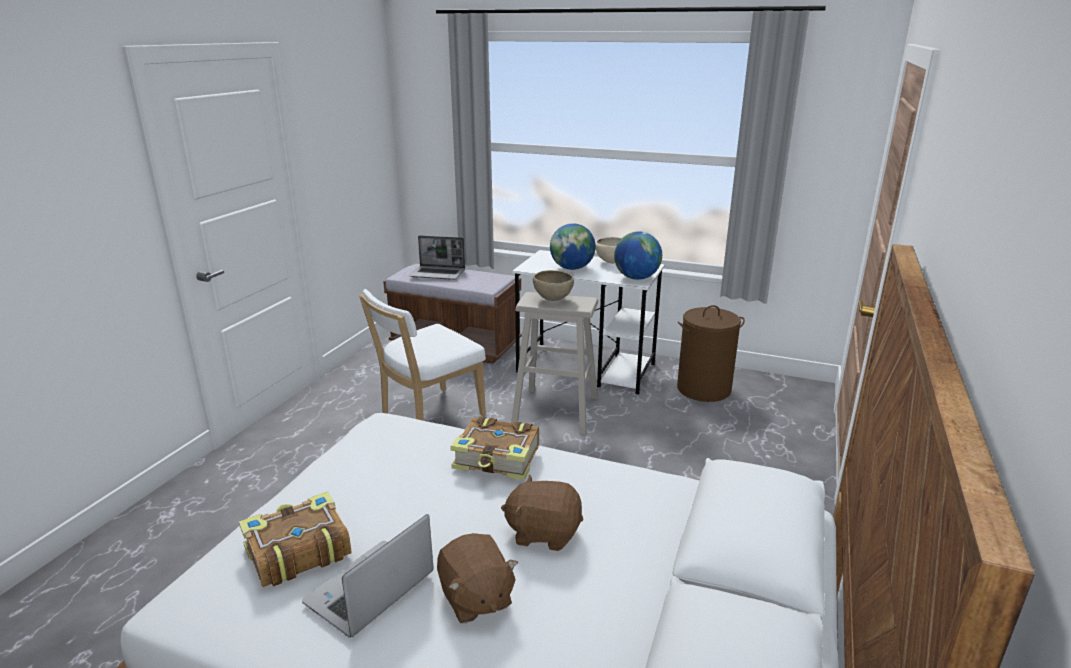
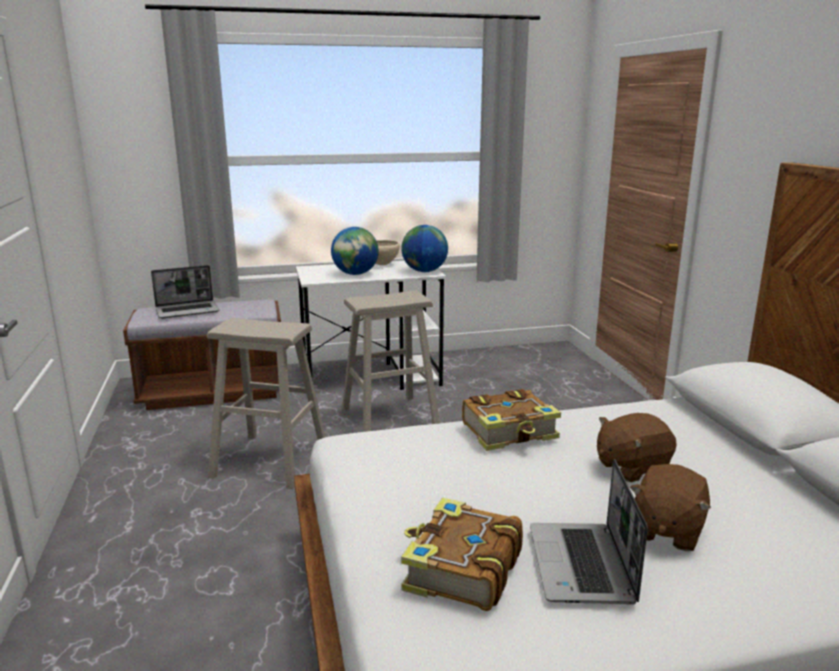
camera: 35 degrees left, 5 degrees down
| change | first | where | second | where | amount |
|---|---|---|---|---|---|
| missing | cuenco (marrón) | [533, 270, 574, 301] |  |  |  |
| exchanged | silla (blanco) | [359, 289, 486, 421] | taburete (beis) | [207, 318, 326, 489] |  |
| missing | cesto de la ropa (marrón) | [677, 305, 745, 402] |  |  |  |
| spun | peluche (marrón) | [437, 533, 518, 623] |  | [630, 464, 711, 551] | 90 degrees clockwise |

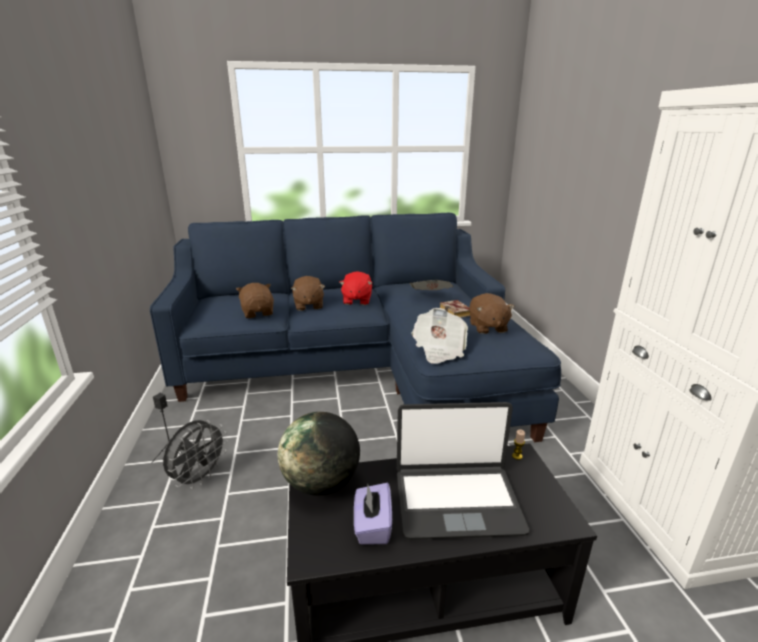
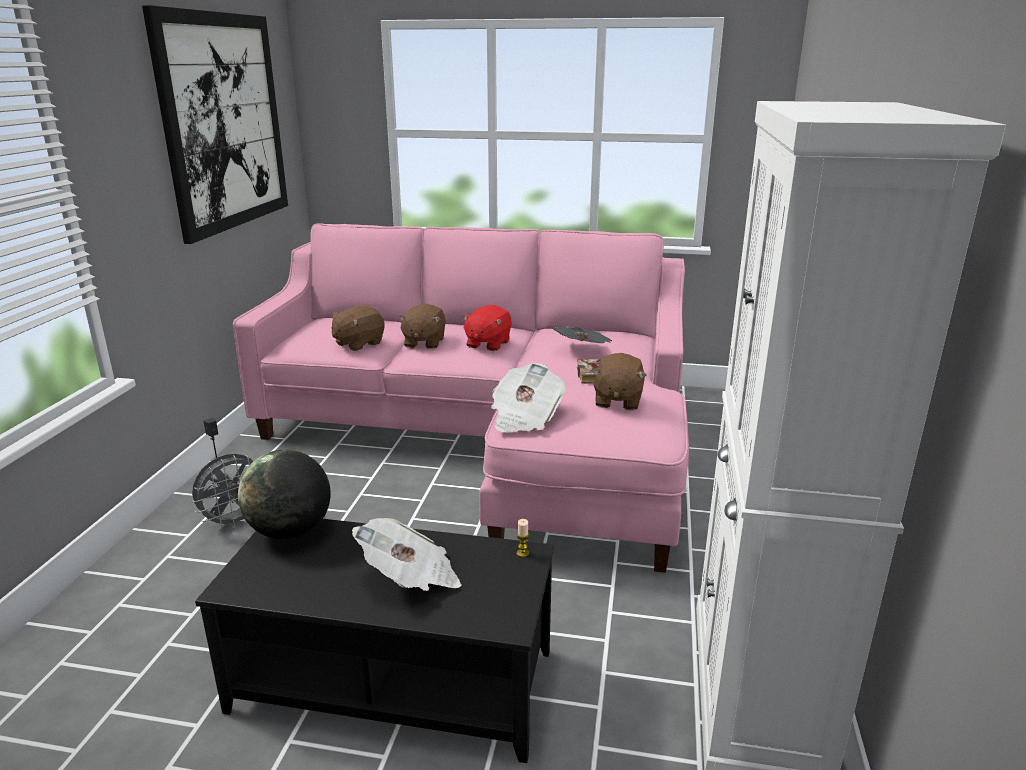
camera: 20 degrees right, 0 degrees up
| change | first | where | second | where | amount |
|---|---|---|---|---|---|
| colour | sofá (azul) | [150, 213, 561, 442] | sofá (rosa) | [233, 223, 689, 573] |  |
| spun | peluche (marrón) | [236, 283, 274, 318] |  | [331, 305, 385, 351] | 135 degrees counterclockwise |
| exchanged | portátil | [397, 402, 529, 540] | periódico | [352, 518, 462, 591] |  |
| missing | caja de pañuelos (morado) | [354, 483, 392, 545] |  |  |  |
| appeared |  |  | cuadro | [142, 5, 288, 244] |  |

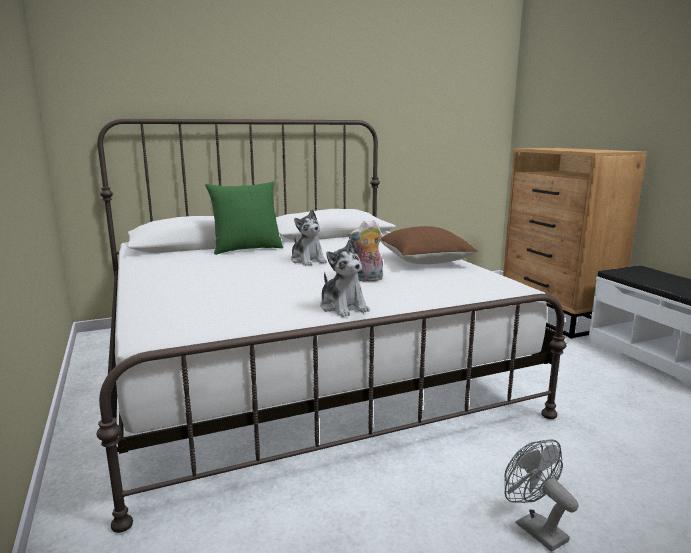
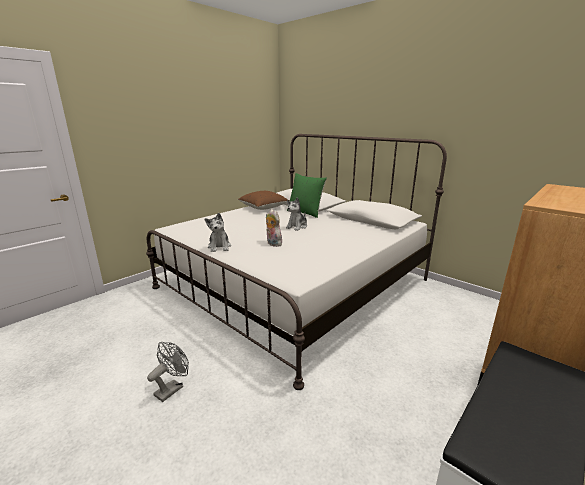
camera: 65 degrees right, 5 degrees up
| change | first | where | second | where | amount |
|---|---|---|---|---|---|
| relocated | cojín (marrón) | [380, 226, 478, 264] |  | [238, 191, 288, 210] |  |
| spun | peluche | [320, 239, 370, 317] |  | [205, 213, 231, 252] | 45 degrees counterclockwise |

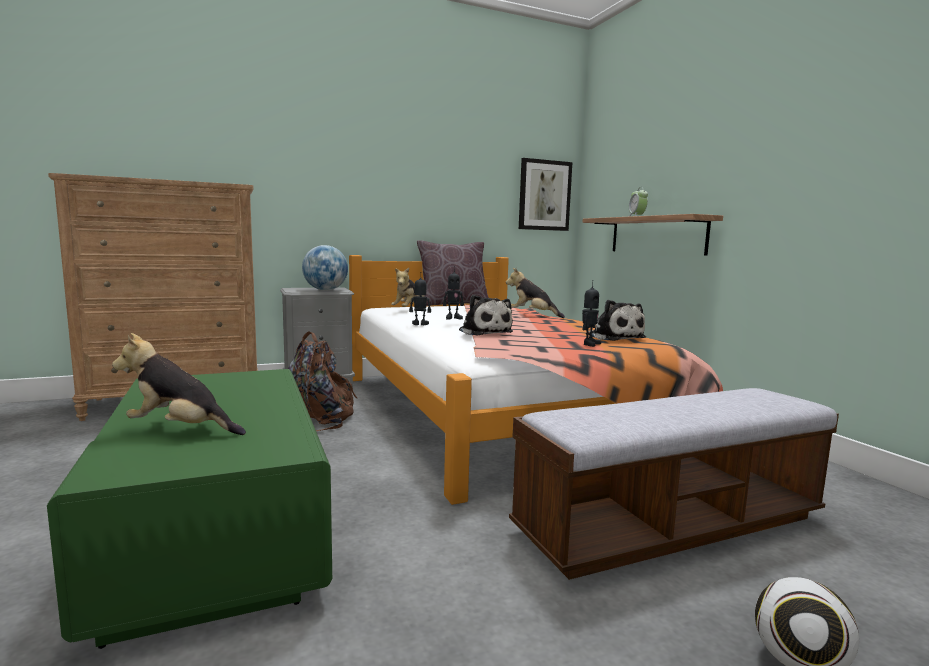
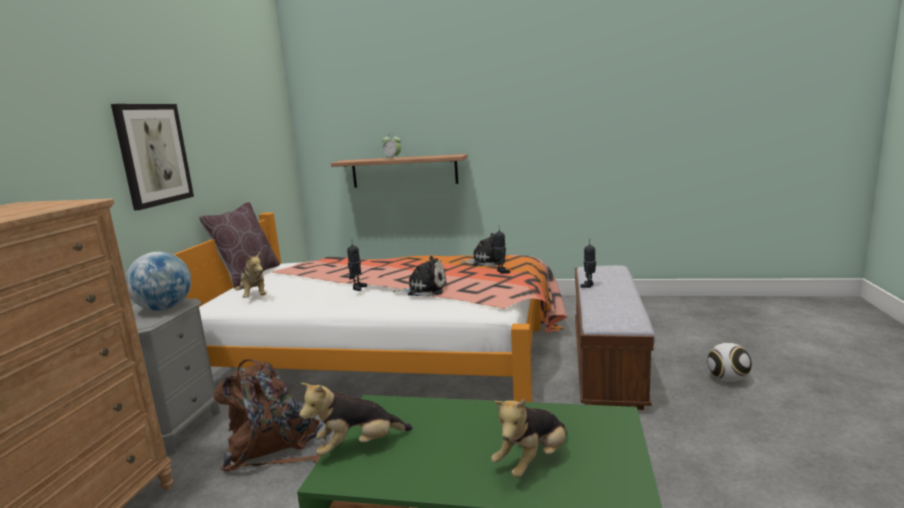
camera: 55 degrees left, 5 degrees up
| change | first | where | second | where | amount |
|---|---|---|---|---|---|
| relocated | cuadro | [519, 158, 572, 231] |  | [111, 104, 194, 210] |  |
| relocated | peluche | [506, 268, 565, 318] |  | [299, 383, 413, 456] |  |
| relocated | robot de juguete | [409, 272, 431, 325] |  | [580, 239, 596, 288] |  |

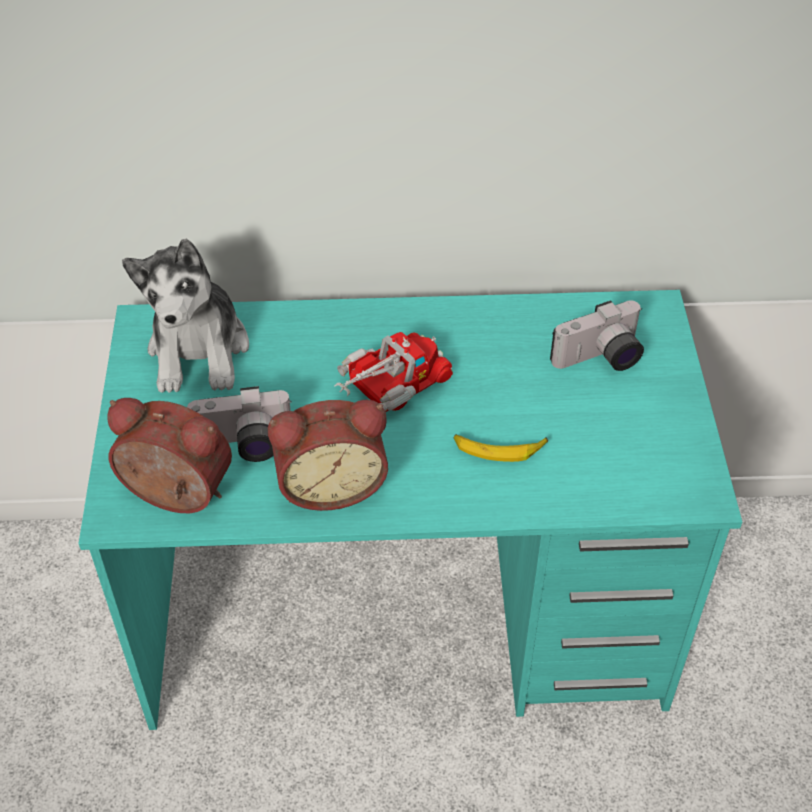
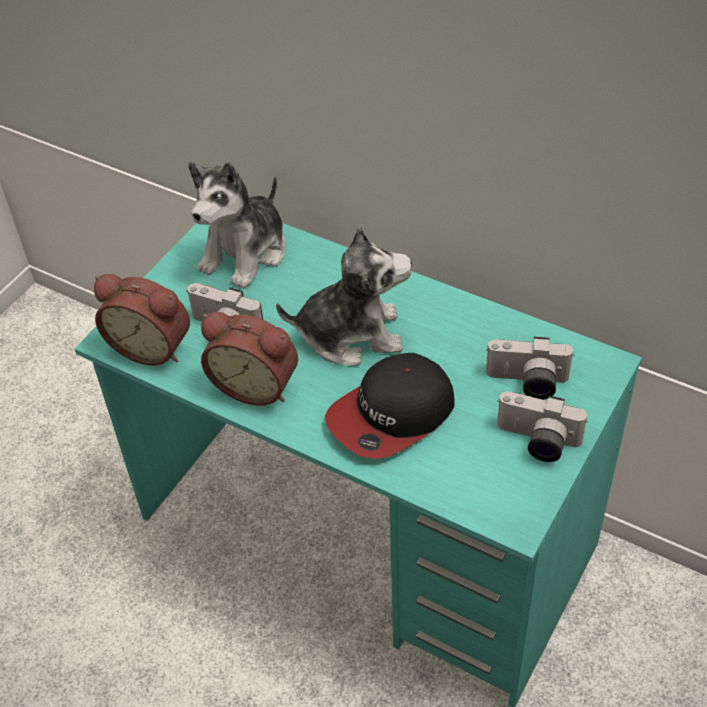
camera: 35 degrees right, 0 degrees up
| change | first | where | second | where | amount |
|---|---|---|---|---|---|
| exchanged | camión de juguete | [334, 332, 453, 412] | peluche | [276, 226, 412, 366] |  |
| spun | despertador | [108, 398, 232, 513] |  | [94, 274, 190, 366] | 150 degrees clockwise |
| exchanged | plátano | [454, 434, 548, 462] | gorra | [325, 353, 455, 459] |  |
| appeared |  |  | cámara | [497, 391, 588, 462] |  |

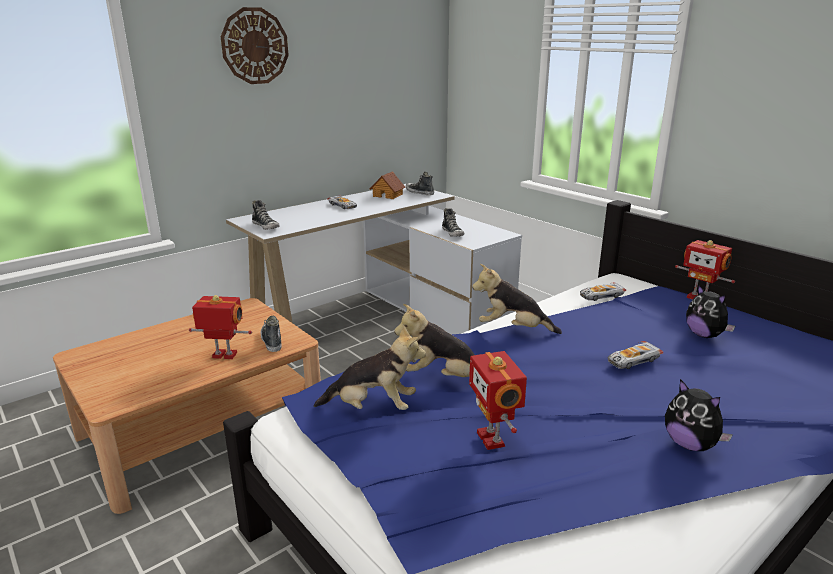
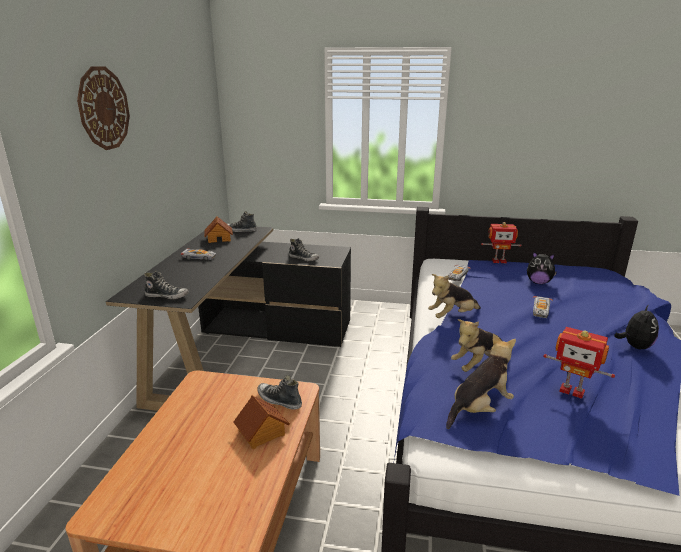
camera: 40 degrees left, 0 degrees up
| change | first | where | second | where | amount |
|---|---|---|---|---|---|
| colour | escritorio (blanco) | [226, 184, 522, 334] | escritorio (negro) | [106, 227, 351, 411] |  |
| exchanged | robot de juguete | [189, 295, 252, 359] | casita | [234, 395, 290, 449] |  |
| spun | peluche | [665, 379, 733, 451] |  | [614, 304, 659, 349] | 75 degrees counterclockwise |

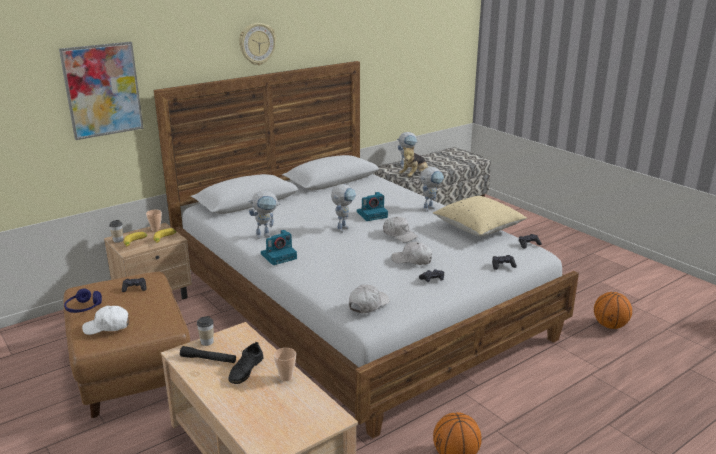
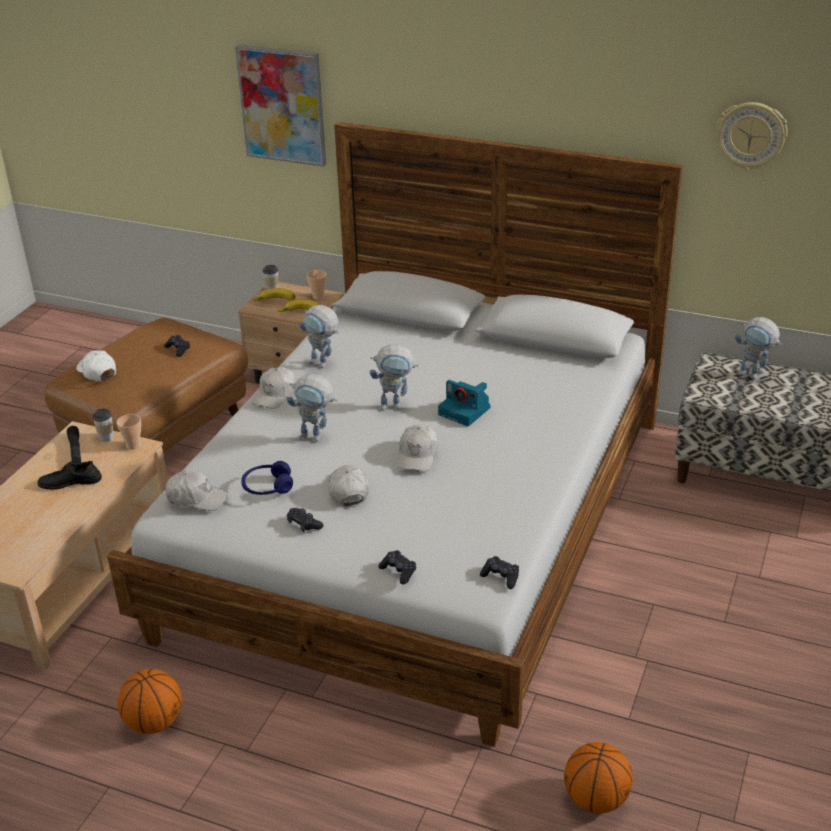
camera: 60 degrees right, 10 degrees up
| change | first | where | second | where | amount |
|---|---|---|---|---|---|
| relocated | reloj de pared | [239, 23, 276, 66] |  | [716, 102, 788, 170] |  |
| missing | peluche | [399, 147, 428, 177] |  |  |  |
| relocated | robot de juguete | [420, 167, 444, 212] |  | [287, 374, 337, 442] |  |
| missing | cojín (beis) | [433, 196, 527, 236] |  |  |  |
| exchanged | cámara | [261, 230, 297, 265] | gorra (blanco) | [251, 367, 296, 409] |  |
| relocated | auriculares (azul) | [64, 289, 102, 313] |  | [241, 461, 293, 495] |  |
| relocated | taza | [274, 348, 296, 381] |  | [117, 414, 141, 450] |  |

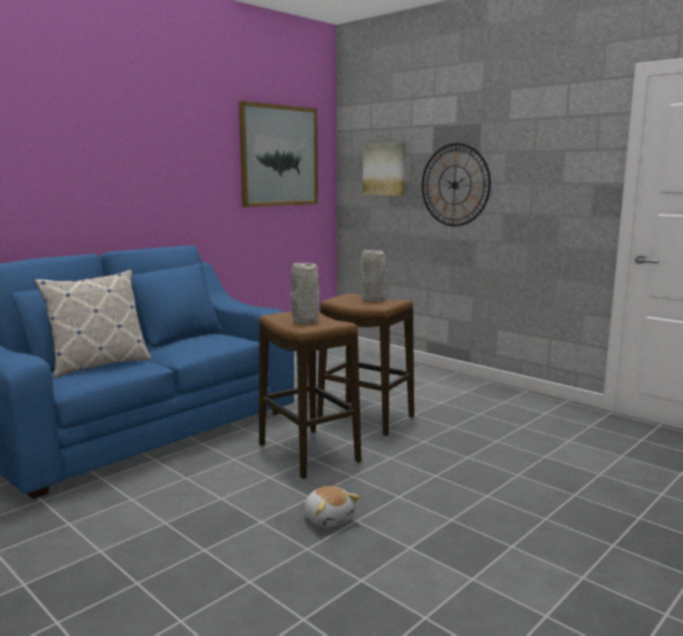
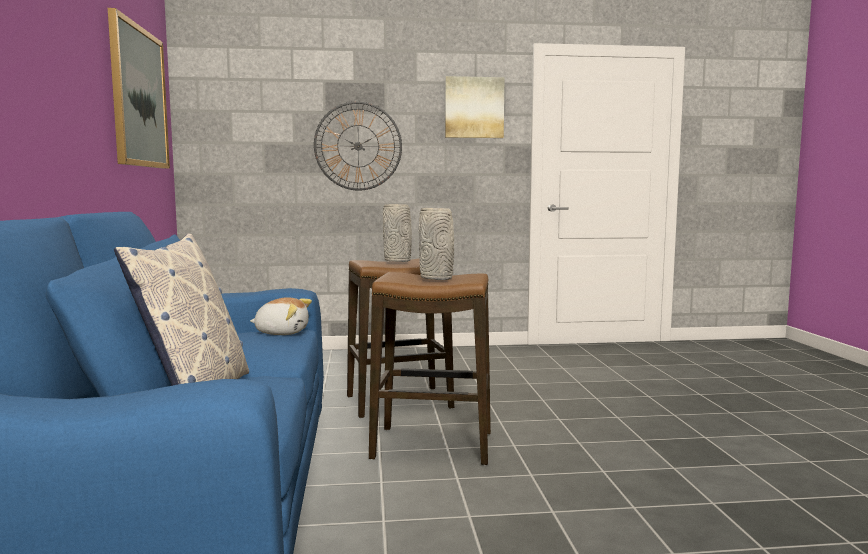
camera: 50 degrees left, 5 degrees down
| change | first | where | second | where | amount |
|---|---|---|---|---|---|
| relocated | cuadro | [363, 142, 405, 196] |  | [445, 76, 505, 138] |  |
| relocated | peluche | [304, 486, 360, 528] |  | [250, 297, 312, 335] |  |

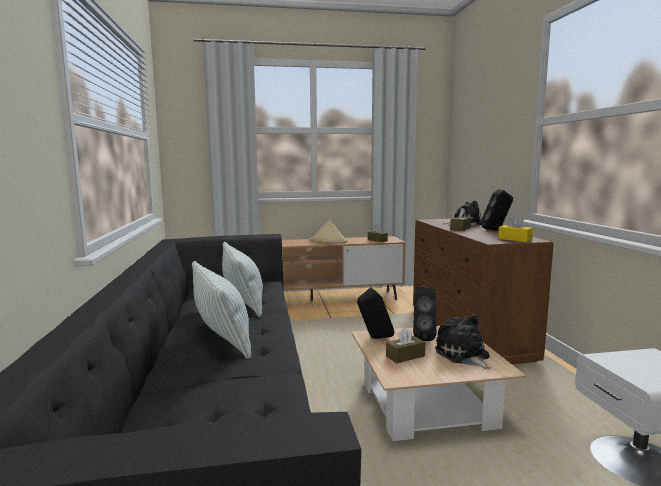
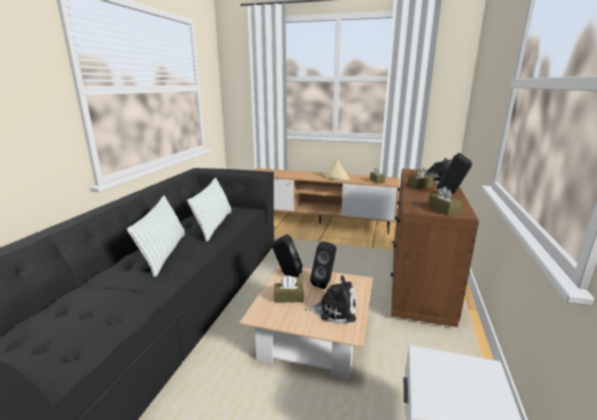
camera: 25 degrees right, 10 degrees up
| change | first | where | second | where | amount |
|---|---|---|---|---|---|
| colour | caja de pañuelos (amarillo) | [498, 215, 533, 242] | caja de pañuelos (marrón) | [428, 187, 462, 215] |  |
| spun | peluche | [435, 314, 491, 369] |  | [305, 275, 357, 324] | 90 degrees clockwise |

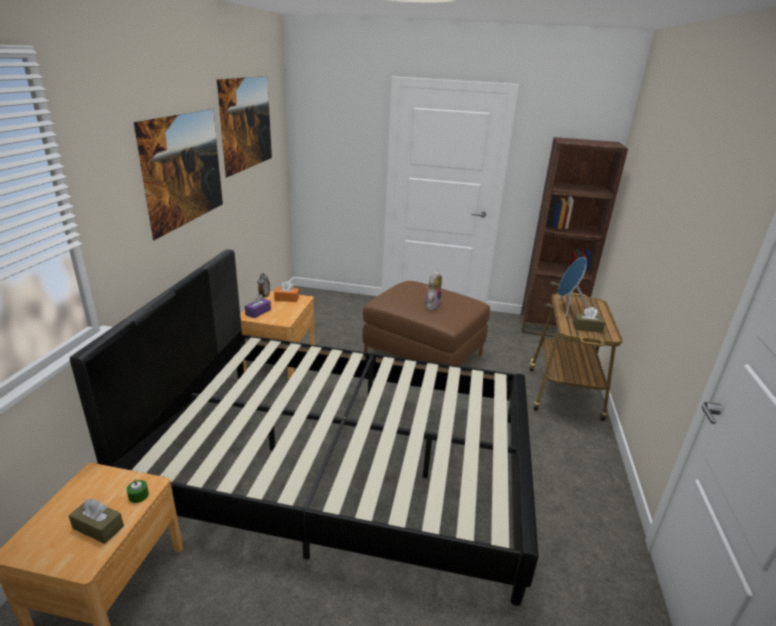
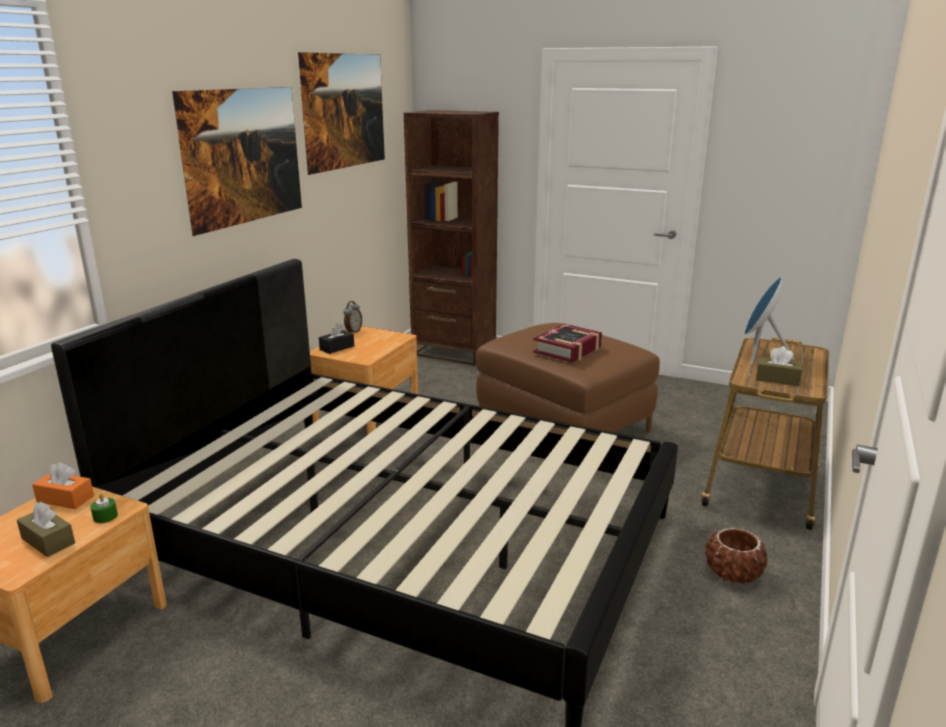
camera: 15 degrees right, 5 degrees down
| change | first | where | second | where | amount |
|---|---|---|---|---|---|
| relocated | estantería (marrón) | [520, 137, 628, 338] |  | [404, 110, 499, 366] |  |
| exchanged | peluche | [425, 271, 442, 310] | libro | [533, 324, 602, 363] |  |
| relocated | caja de pañuelos (naranja) | [274, 281, 299, 302] |  | [32, 462, 94, 509] |  |
| colour | caja de pañuelos (morado) | [245, 294, 271, 318] | caja de pañuelos (negro) | [319, 323, 354, 354] |  |
| appeared |  |  | maceta (marrón) | [705, 528, 768, 584] |  |

